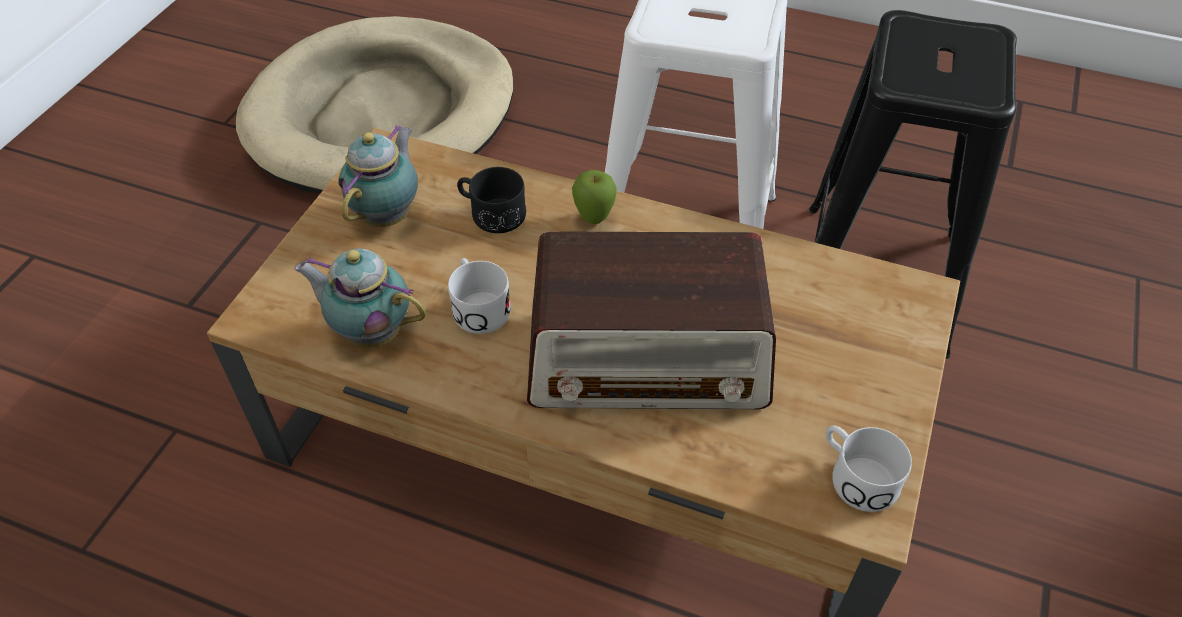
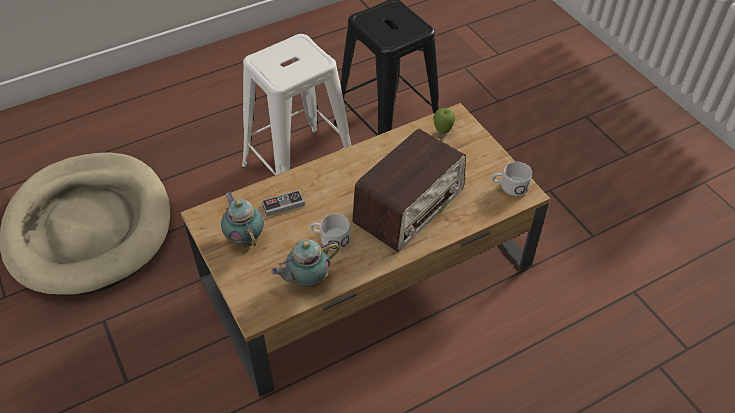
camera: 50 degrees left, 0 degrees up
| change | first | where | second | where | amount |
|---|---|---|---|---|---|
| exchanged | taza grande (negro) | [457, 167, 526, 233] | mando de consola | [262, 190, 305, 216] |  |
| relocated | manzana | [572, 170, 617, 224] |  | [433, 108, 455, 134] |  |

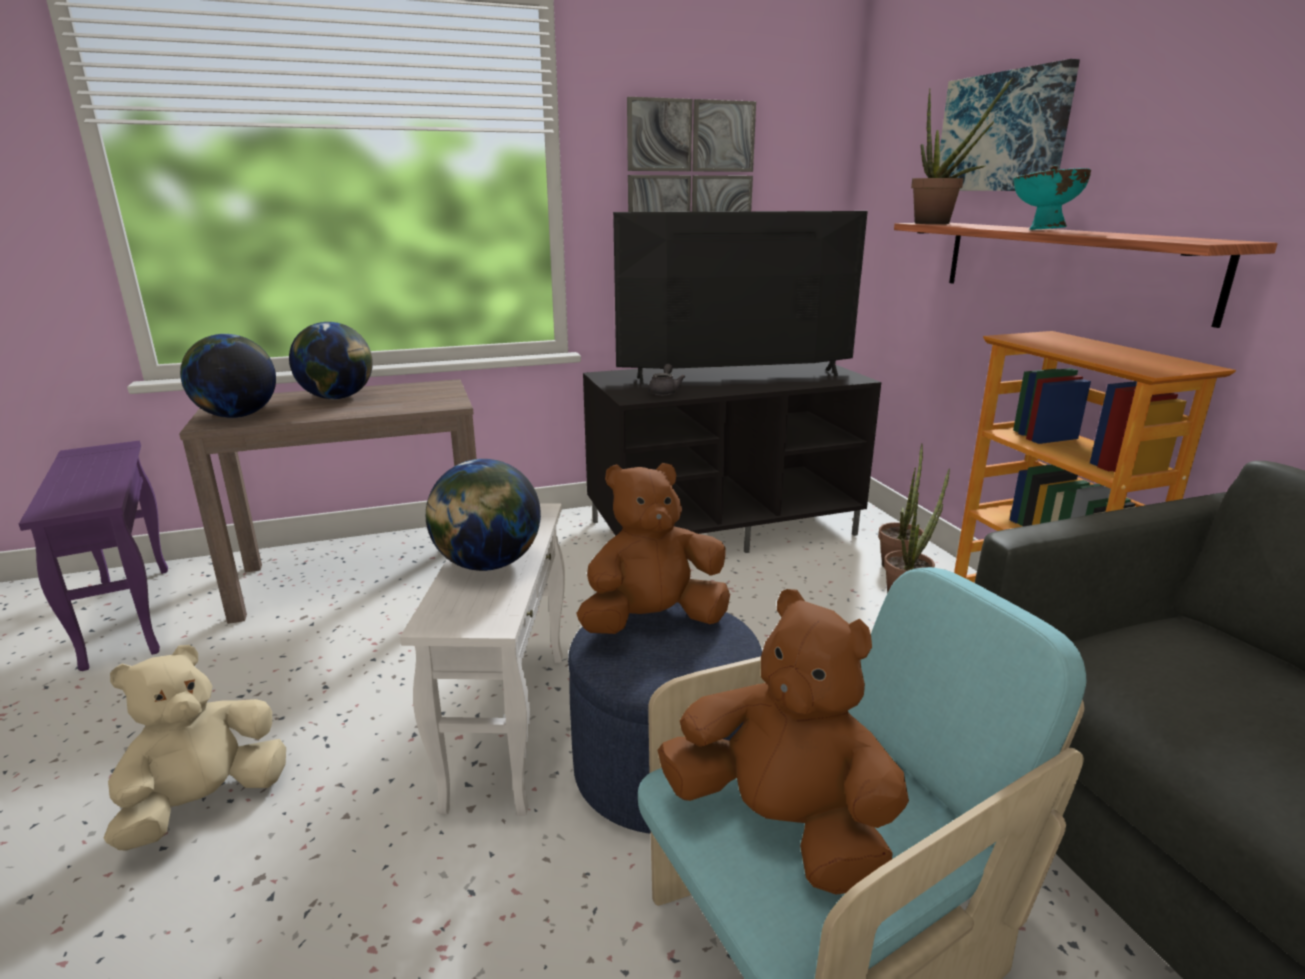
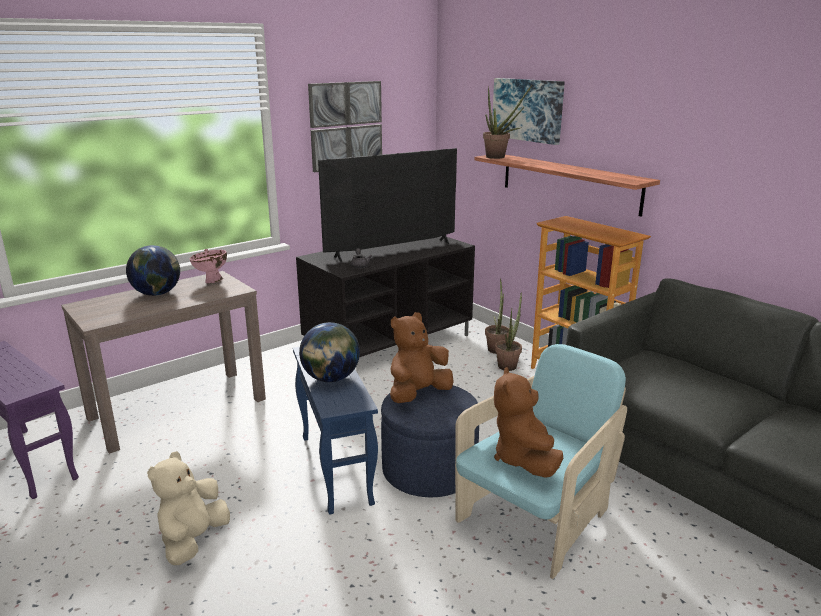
camera: 20 degrees left, 0 degrees up
| change | first | where | second | where | amount |
|---|---|---|---|---|---|
| missing | cuenco (turquesa) | [1013, 165, 1091, 230] |  |  |  |
| missing | globo terráqueo | [180, 334, 276, 418] |  |  |  |
| colour | mesa auxiliar (blanco) | [400, 503, 565, 816] | mesa auxiliar (azul) | [293, 347, 378, 515] |  |
| spun | peluche (marrón) | [657, 589, 909, 895] |  | [494, 367, 563, 478] | 105 degrees counterclockwise |
| appeared |  |  | cuenco (rosa) | [189, 249, 227, 283] |  |

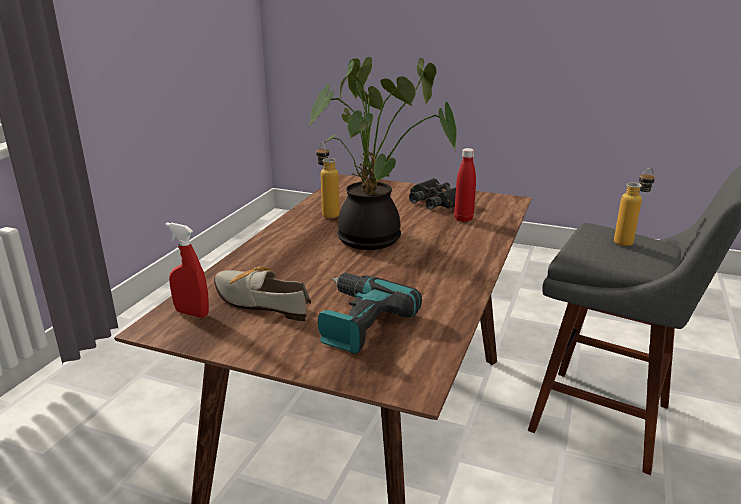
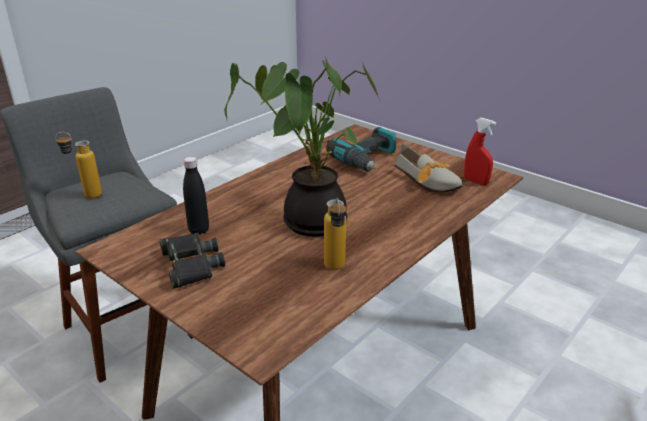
camera: 160 degrees left, 5 degrees up
| change | first | where | second | where | amount |
|---|---|---|---|---|---|
| colour | botella (rojo) | [454, 148, 476, 222] | botella (negro) | [183, 157, 209, 235] |  |

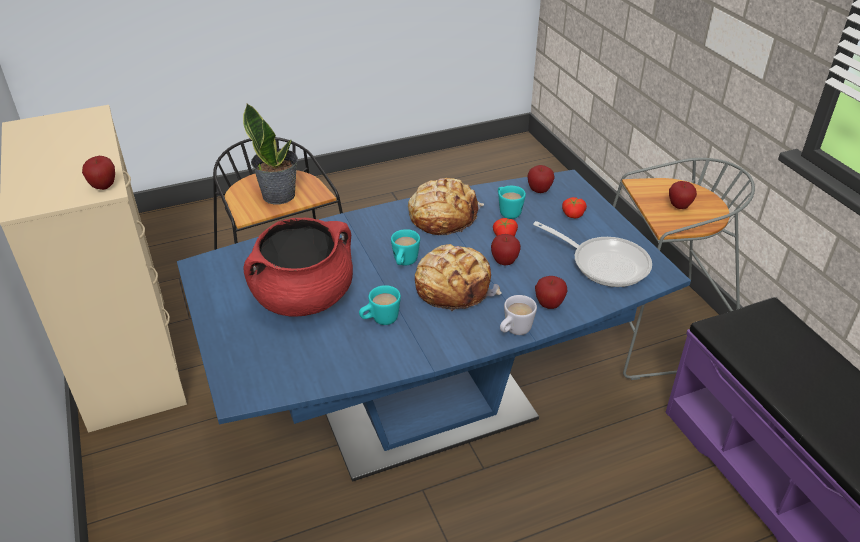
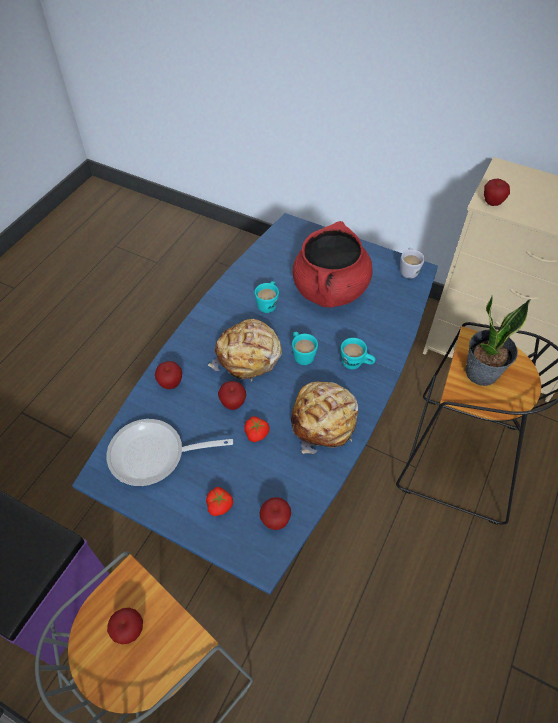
camera: 140 degrees right, 15 degrees up
| change | first | where | second | where | amount |
|---|---|---|---|---|---|
| relocated | taza grande (turquesa) | [498, 186, 526, 219] |  | [341, 338, 375, 369] |  |
| relocated | taza grande (blanco) | [500, 295, 537, 335] |  | [400, 248, 425, 279] |  |

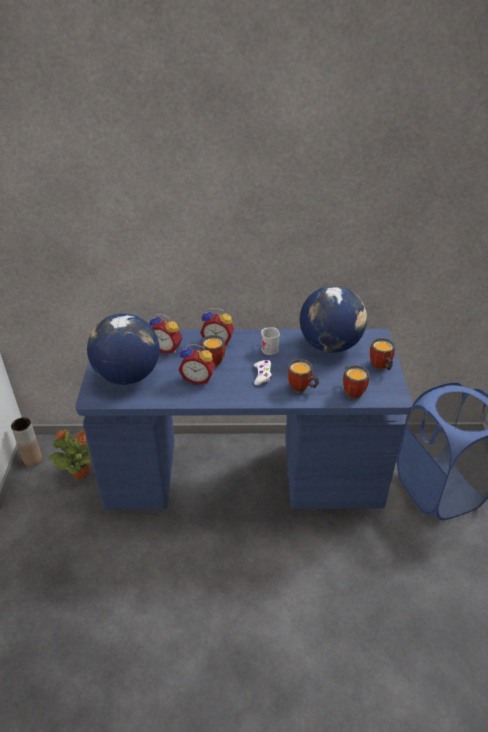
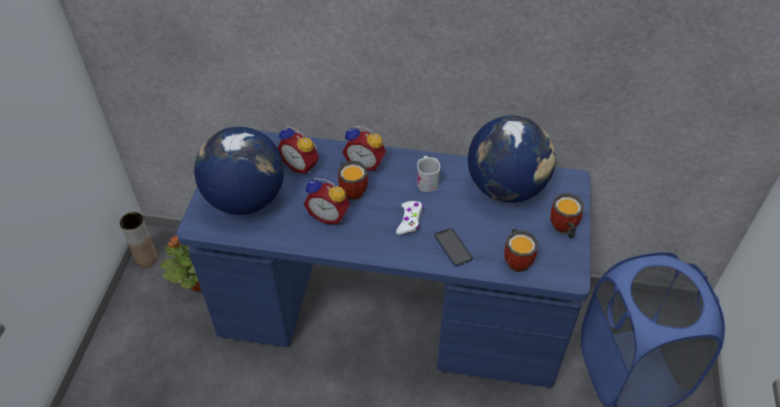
camera: 10 degrees right, 10 degrees up
| change | first | where | second | where | amount |
|---|---|---|---|---|---|
| exchanged | taza grande | [288, 359, 319, 393] | móvil | [434, 228, 473, 267] |  |

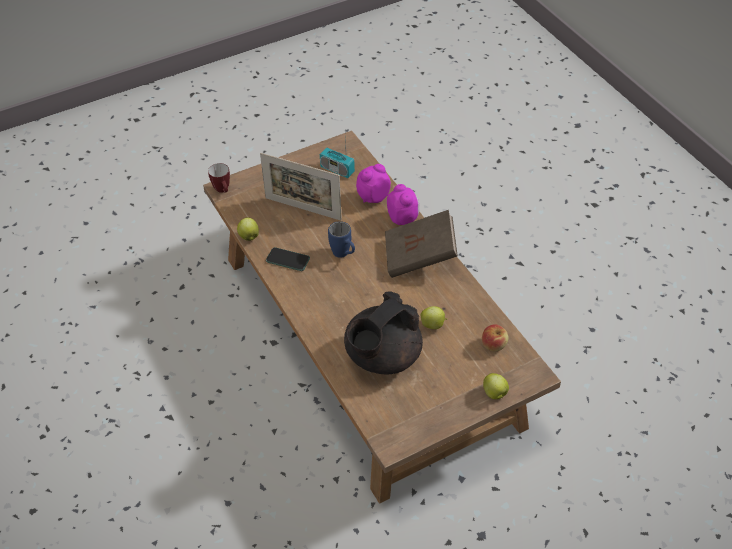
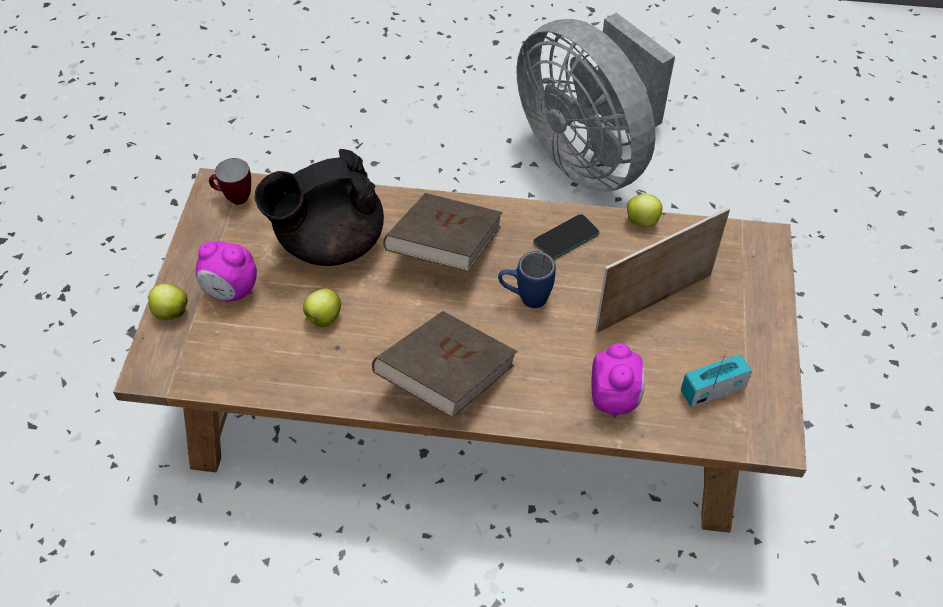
camera: 125 degrees right, 5 degrees up
| change | first | where | second | where | amount |
|---|---|---|---|---|---|
| relocated | taza grande | [208, 163, 230, 193] |  | [209, 158, 251, 205] |  |
| relocated | despertador | [387, 184, 419, 225] |  | [196, 241, 257, 301] |  |
| spun | tetera (negro) | [344, 292, 423, 374] |  | [255, 149, 384, 266] | 105 degrees counterclockwise |
| missing | manzana | [482, 324, 508, 351] |  |  |  |
| appeared |  |  | ventilador (gris) | [516, 12, 675, 192] |  |
| appeared |  |  | libro (marrón) | [383, 193, 503, 272] |  |

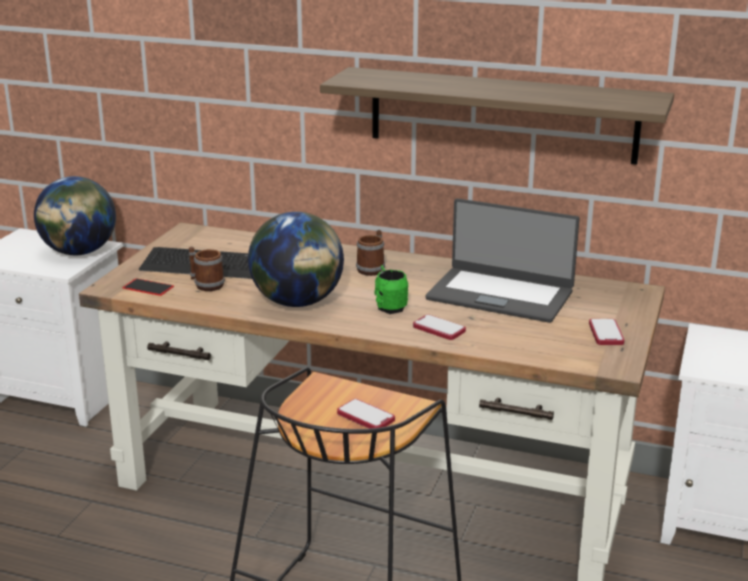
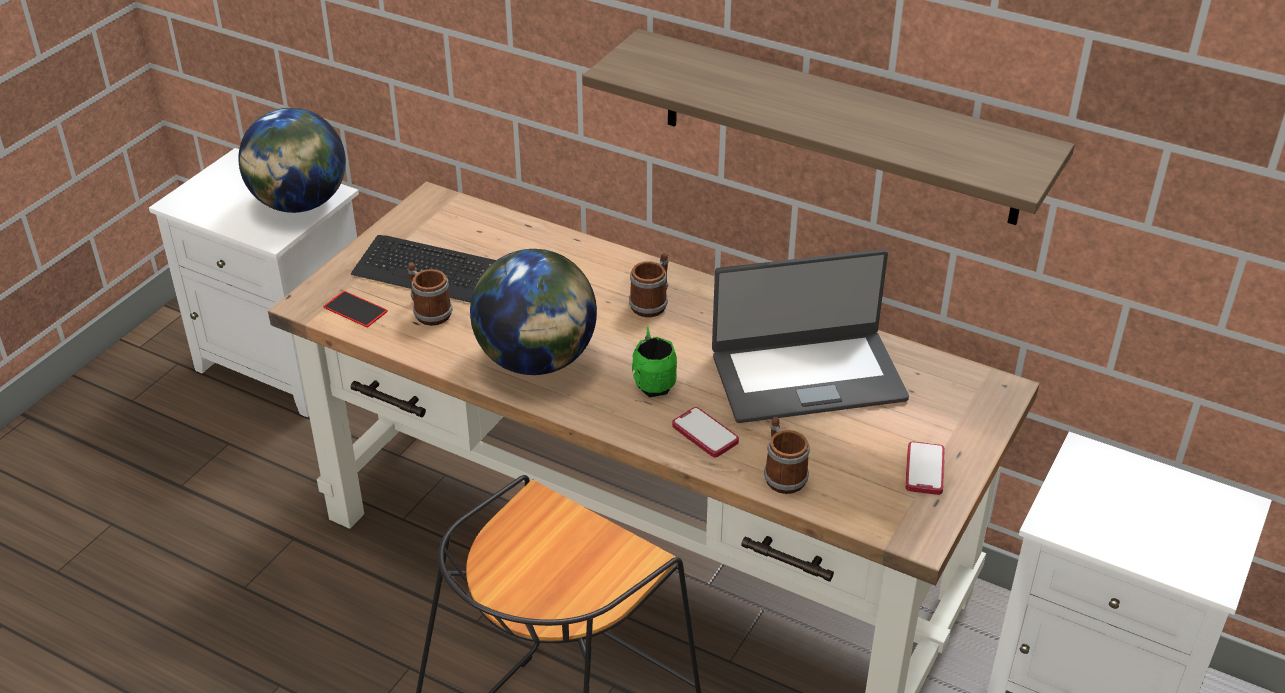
camera: 10 degrees right, 15 degrees up
| change | first | where | second | where | amount |
|---|---|---|---|---|---|
| spun | portátil | [426, 198, 580, 323] |  | [712, 249, 909, 423] | 45 degrees counterclockwise |
| missing | móvil | [337, 399, 395, 429] |  |  |  |
| appeared |  |  | taza grande | [764, 417, 810, 494] |  |

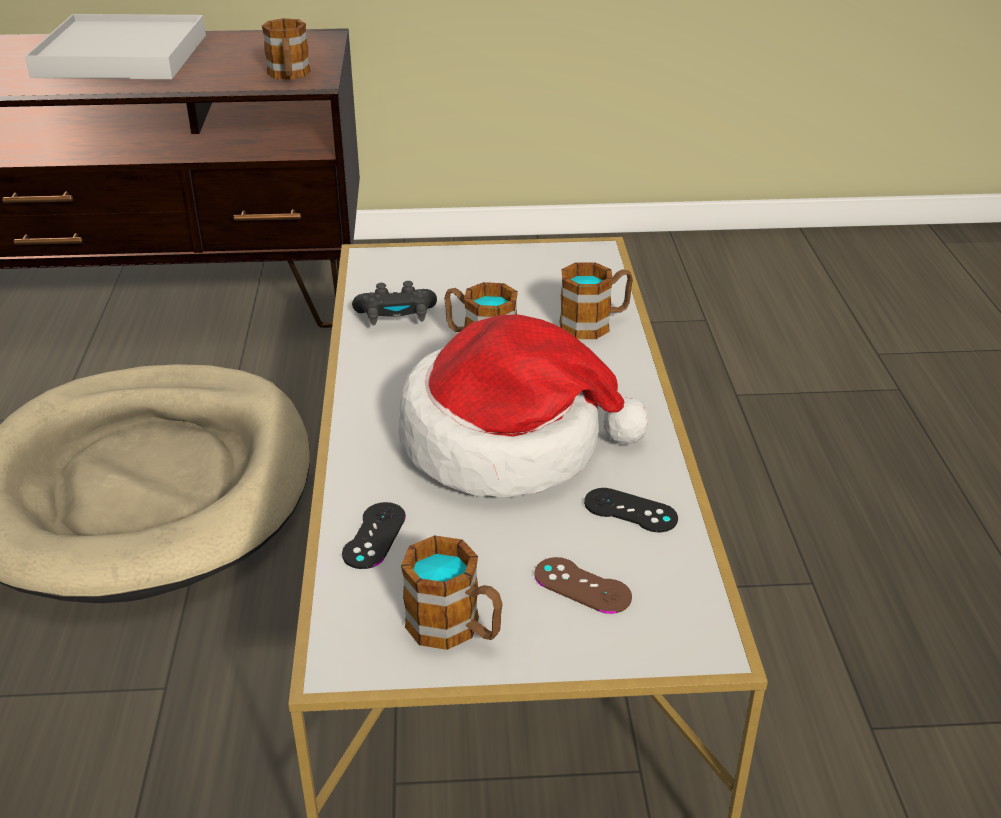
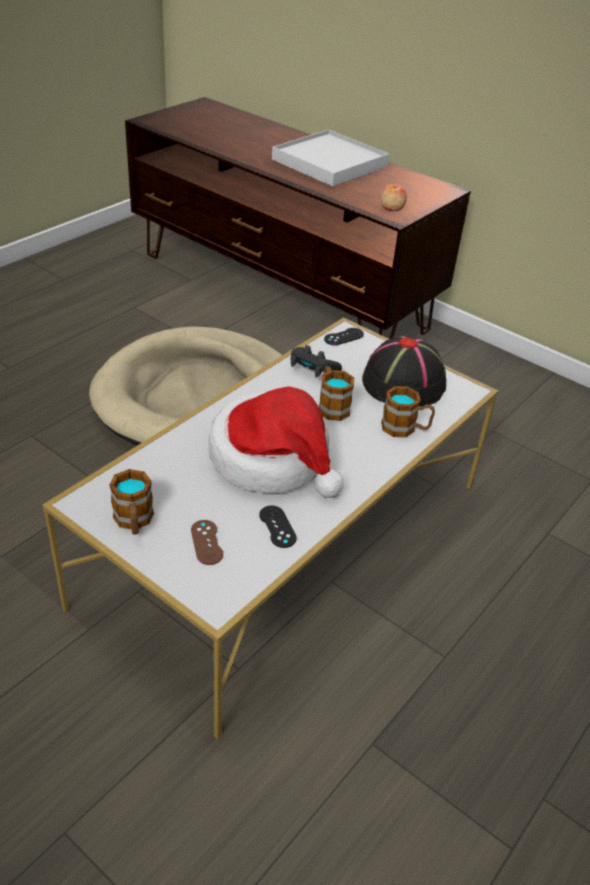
camera: 40 degrees right, 5 degrees up
| change | first | where | second | where | amount |
|---|---|---|---|---|---|
| exchanged | taza grande | [262, 18, 310, 80] | manzana | [380, 184, 407, 211] |  |
| relocated | mando de consola (negro) | [342, 502, 406, 569] |  | [324, 328, 364, 345] |  |
| appeared |  |  | sombrero (negro) | [362, 336, 446, 406] |  |

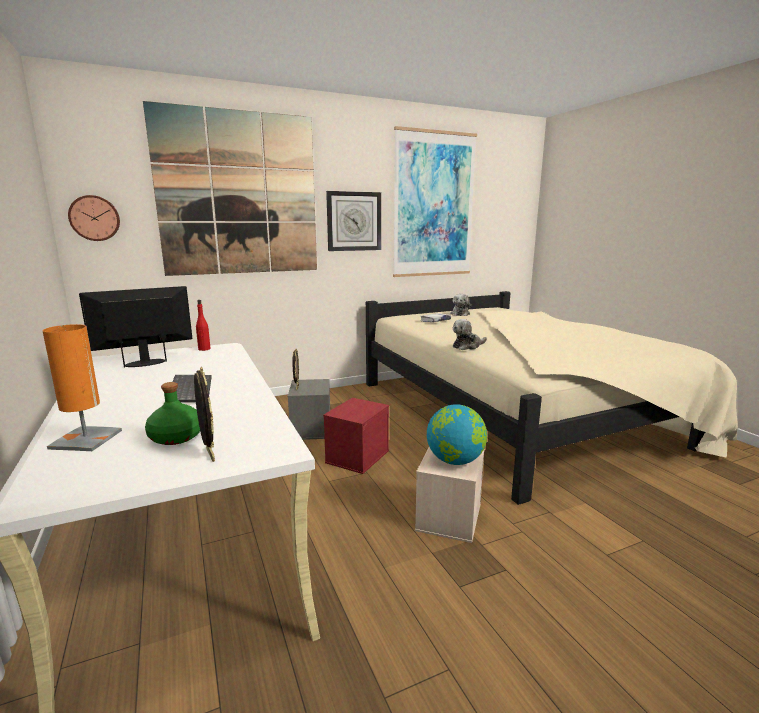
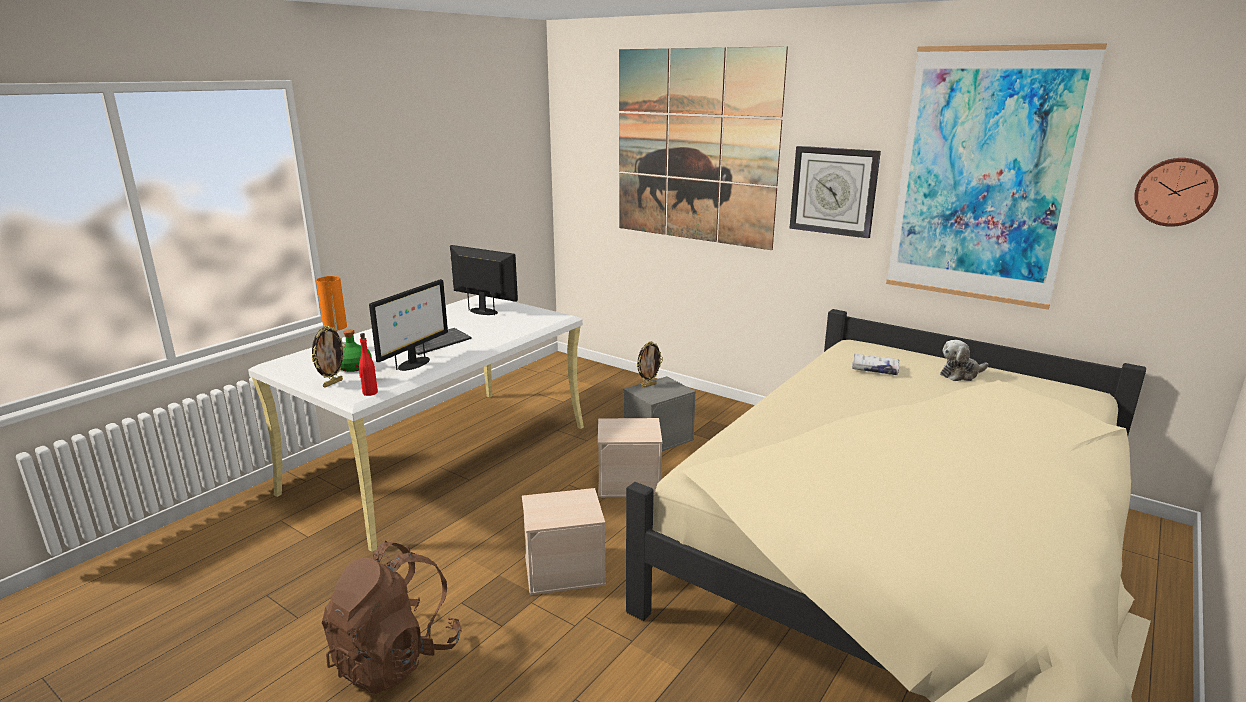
camera: 60 degrees right, 5 degrees up
| change | first | where | second | where | amount |
|---|---|---|---|---|---|
| relocated | reloj de pared | [68, 195, 120, 241] |  | [1134, 158, 1218, 227] |  |
| relocated | botella (rojo) | [196, 300, 210, 351] |  | [359, 333, 378, 396] |  |
| missing | peluche | [453, 319, 487, 350] |  |  |  |
| colour | caja de almacenaje (rojo) | [323, 398, 389, 474] | caja de almacenaje (beis) | [598, 418, 662, 497] |  |
| missing | globo terráqueo | [427, 404, 487, 465] |  |  |  |
| appeared |  |  | monitor | [369, 279, 448, 371] |  |
| appeared |  |  | mochila (marrón) | [322, 541, 462, 694] |  |

